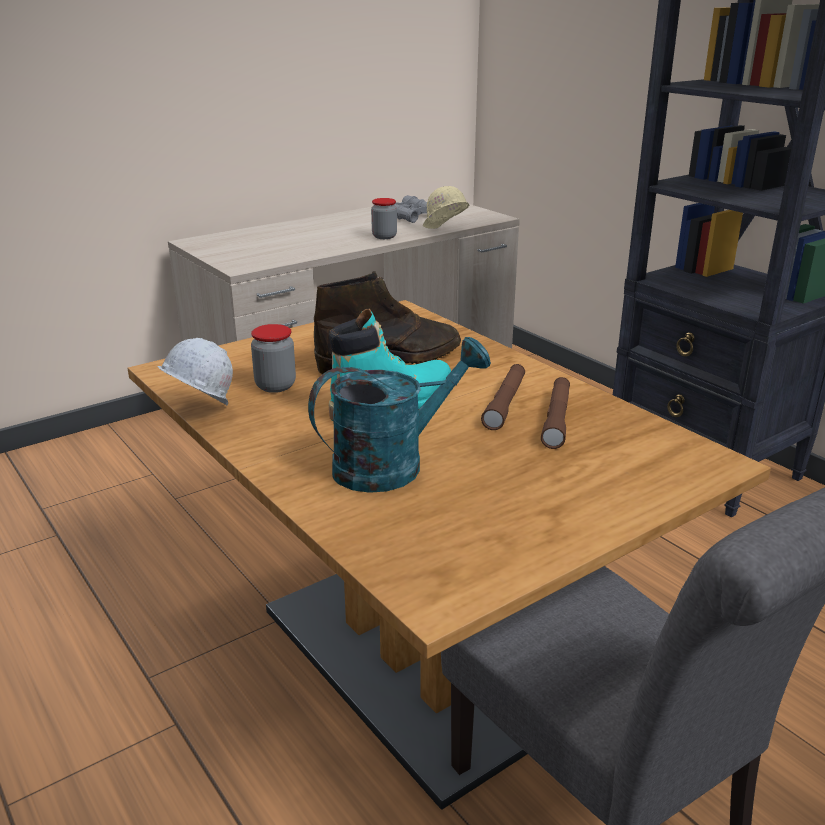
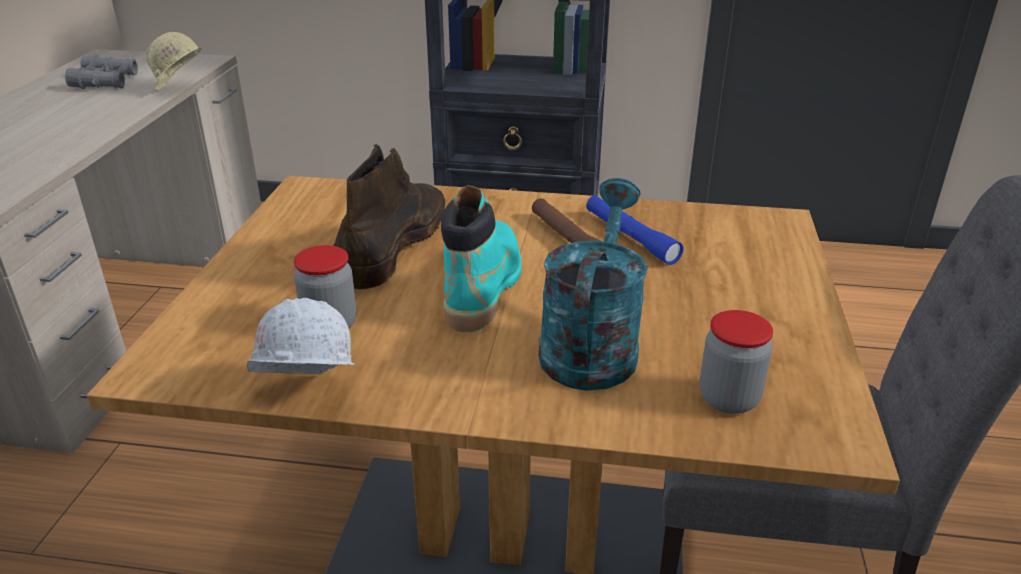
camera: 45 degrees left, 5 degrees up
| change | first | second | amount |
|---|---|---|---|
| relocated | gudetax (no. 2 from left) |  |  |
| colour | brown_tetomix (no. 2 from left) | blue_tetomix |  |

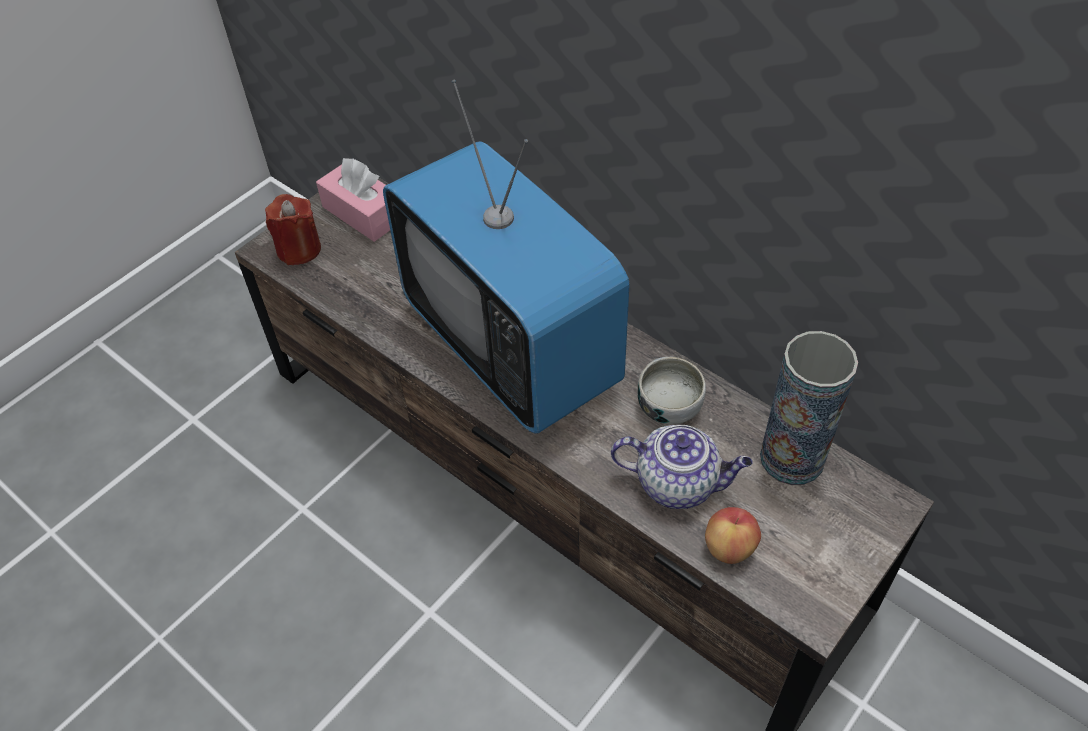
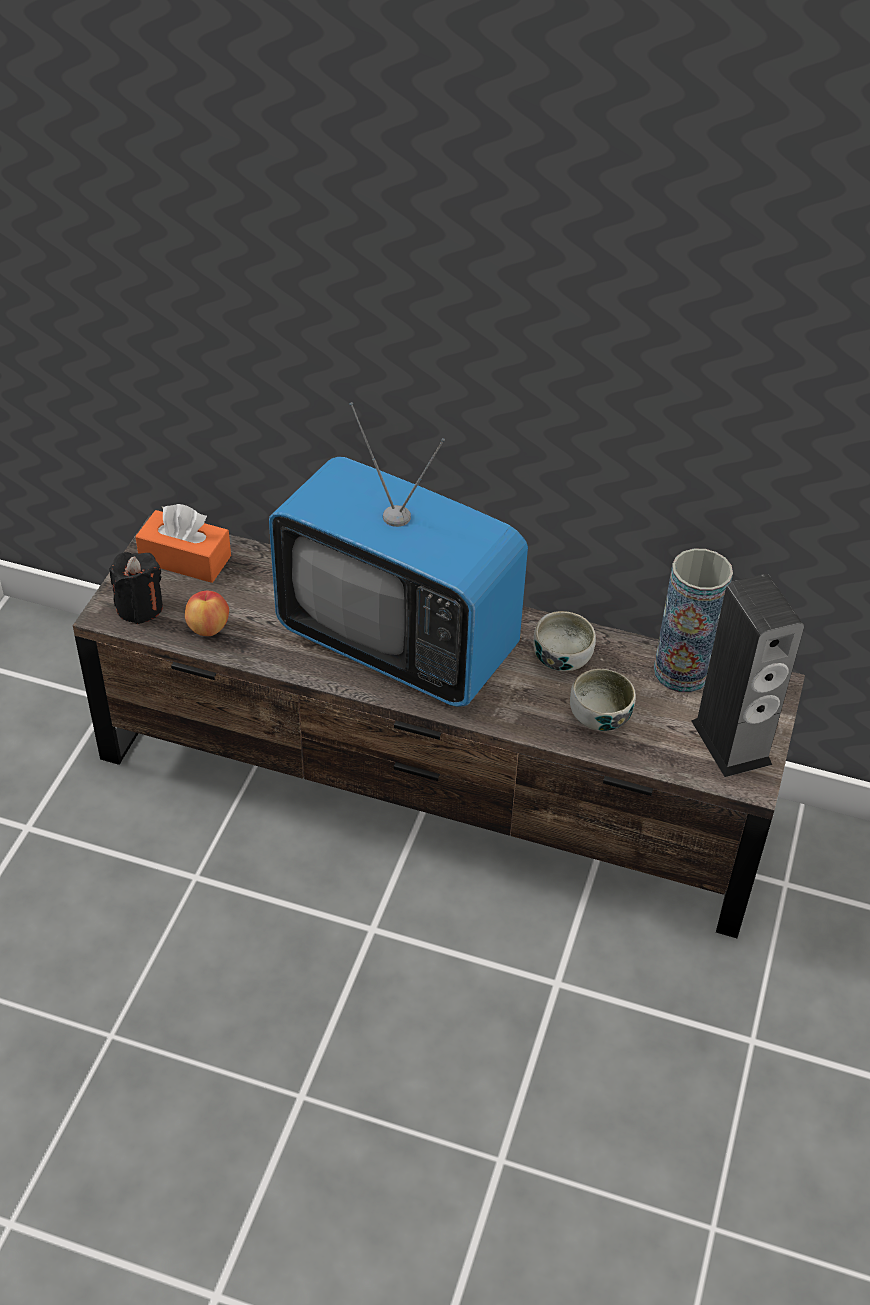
camera: 25 degrees left, 5 degrees down
| change | first | second | amount |
|---|---|---|---|
| colour | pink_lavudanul | orange_lavudanul |  |
| colour | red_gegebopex | black_gegebopex |  |
| exchanged | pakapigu | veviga (no. 2 from left) |  |
| relocated | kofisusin |  |  |
| appeared |  | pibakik |  |

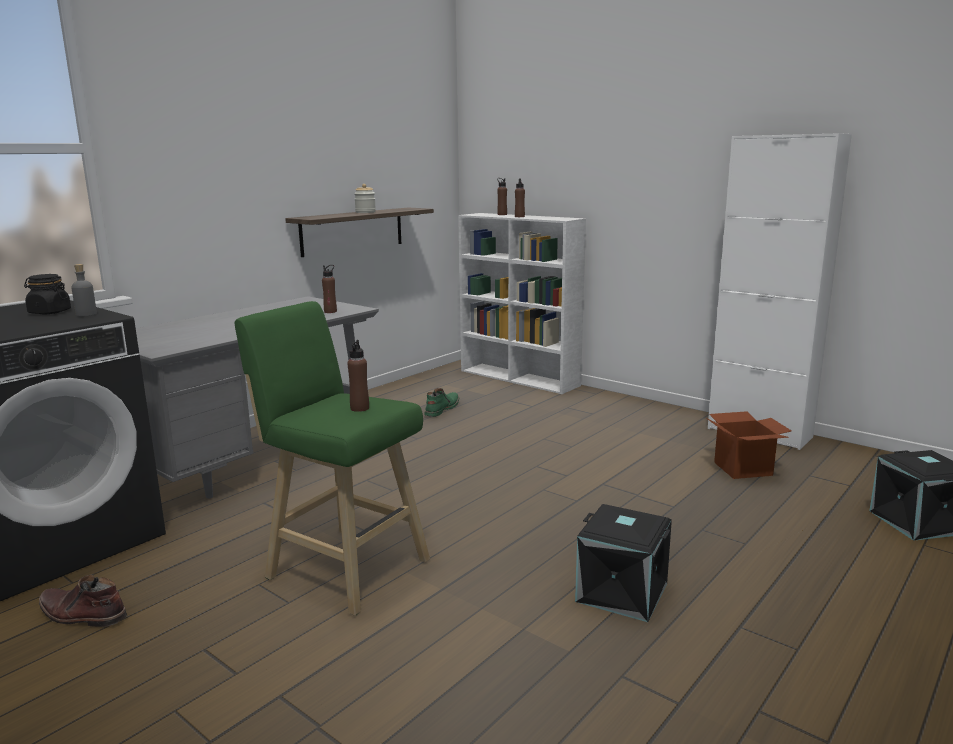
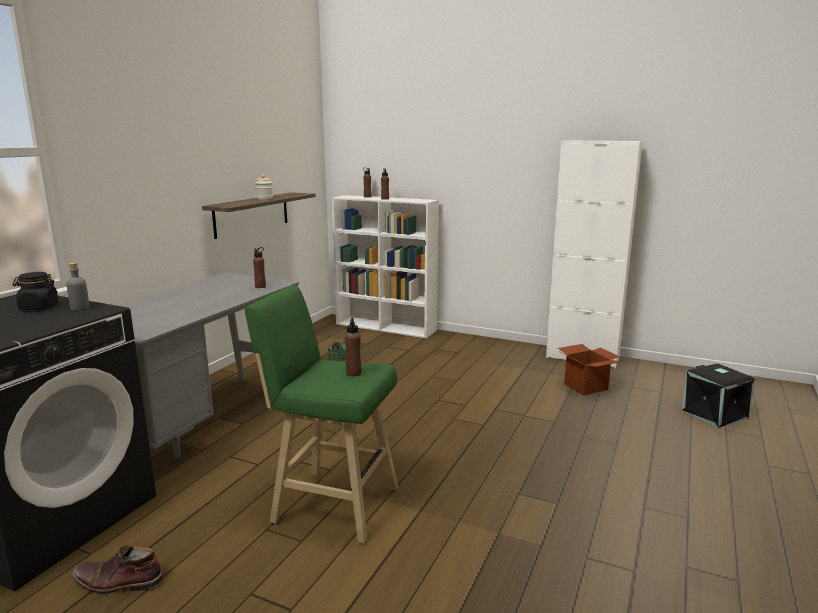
camera: 15 degrees left, 0 degrees up
| change | first | second | amount |
|---|---|---|---|
| missing | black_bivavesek (no. 1 from left) |  |  |

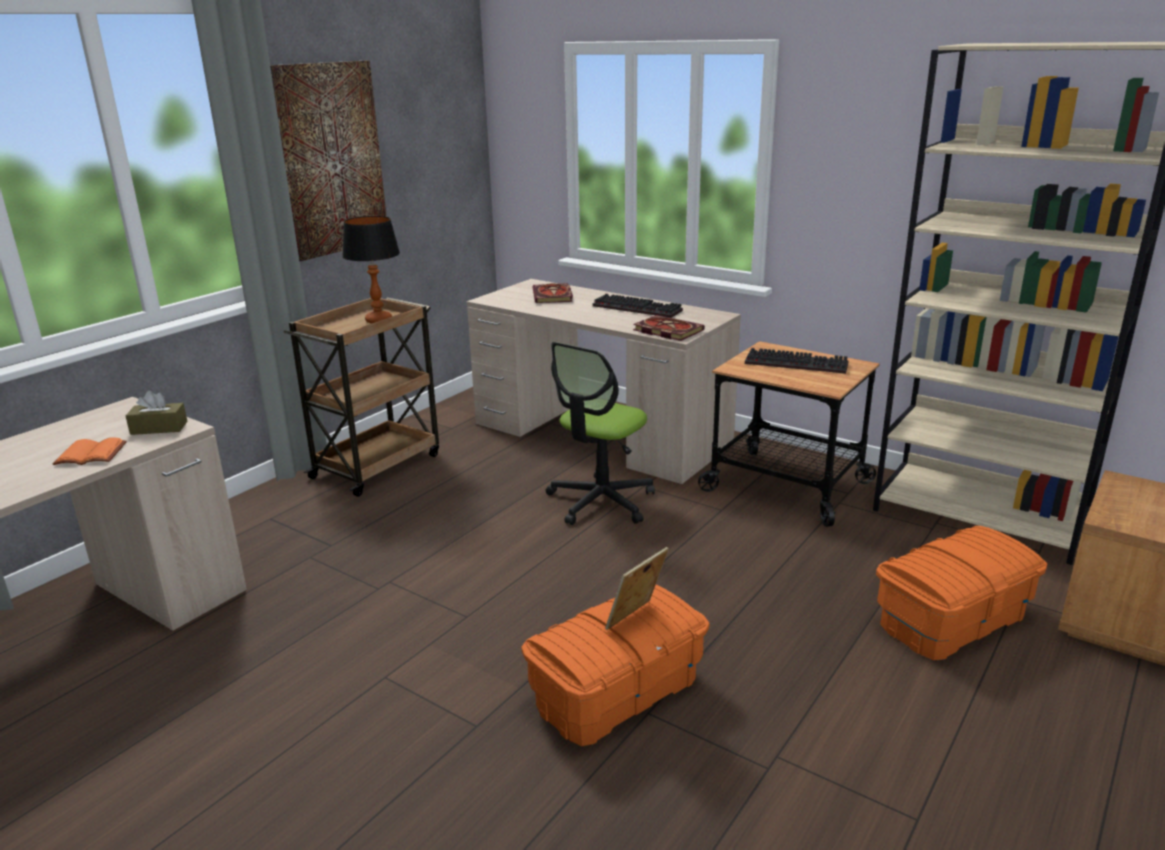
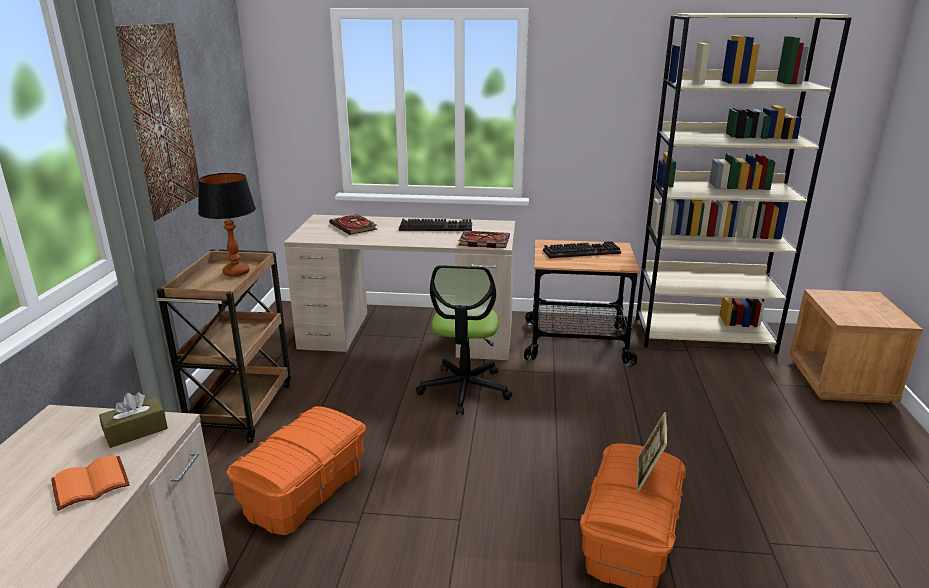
camera: 30 degrees left, 0 degrees up
| change | first | second | amount |
|---|---|---|---|
| relocated | orange_bivavesek (no. 2 from left in the first image) | orange_bivavesek (no. 1 from left) |  |

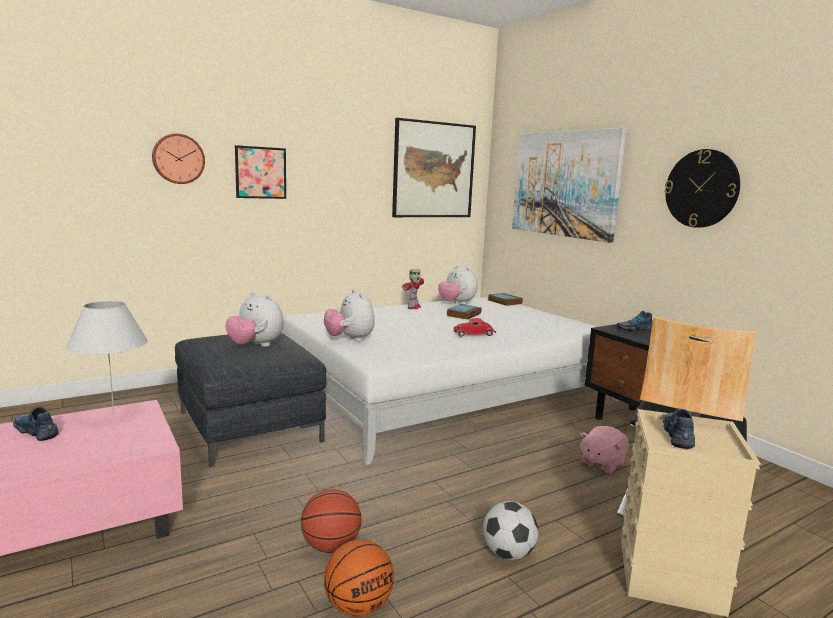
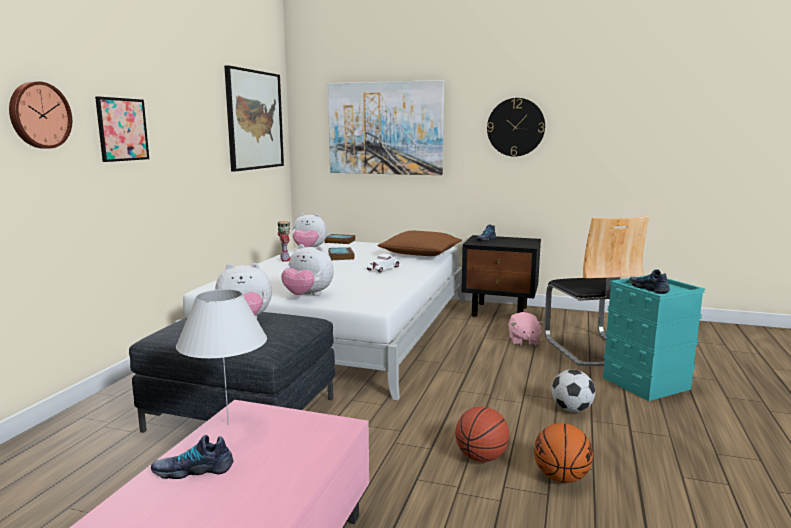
camera: 40 degrees left, 0 degrees up
| change | first | second | amount |
|---|---|---|---|
| colour | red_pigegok | white_pigegok |  |
| colour | beige_bivavesek | turquoise_bivavesek |  |
| appeared |  | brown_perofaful |  |

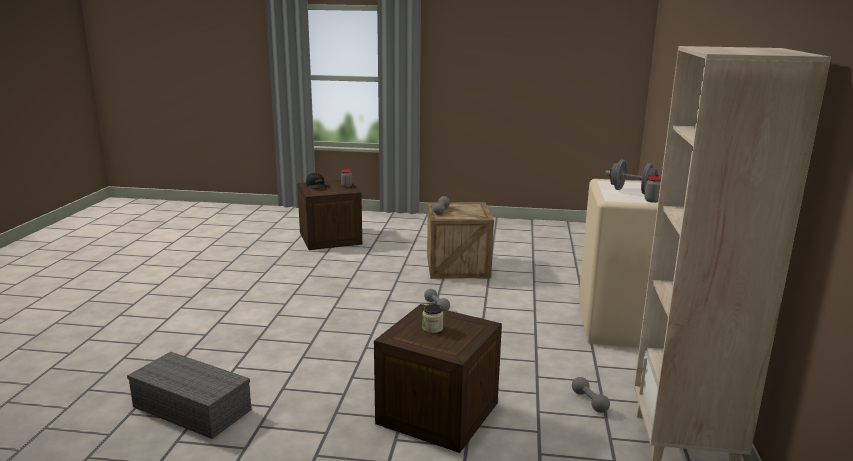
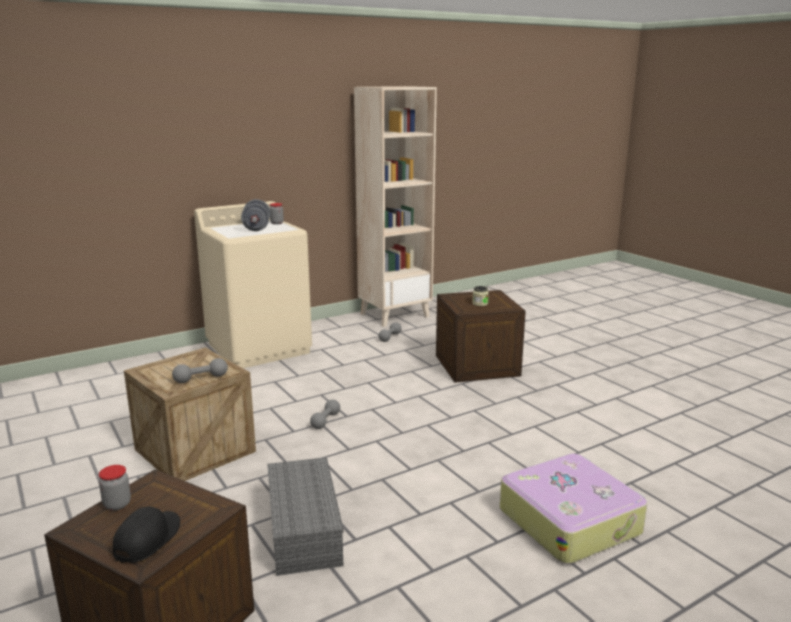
camera: 130 degrees left, 0 degrees up
| change | first | second | amount |
|---|---|---|---|
| relocated | grey_bivavesek |  |  |
| appeared |  | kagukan |  |

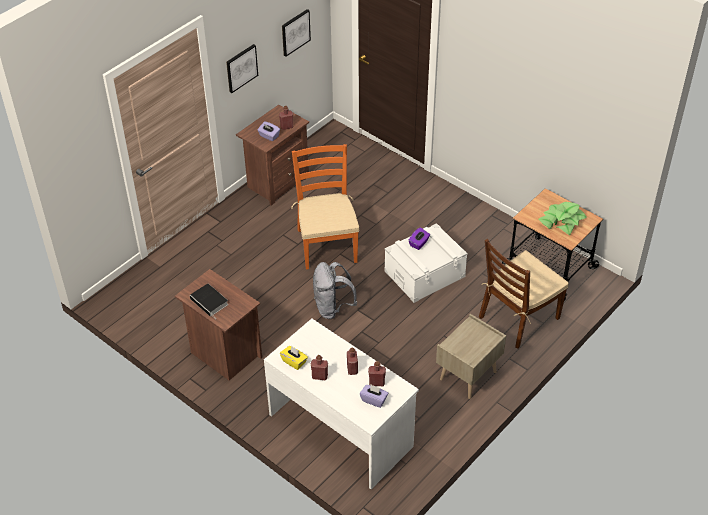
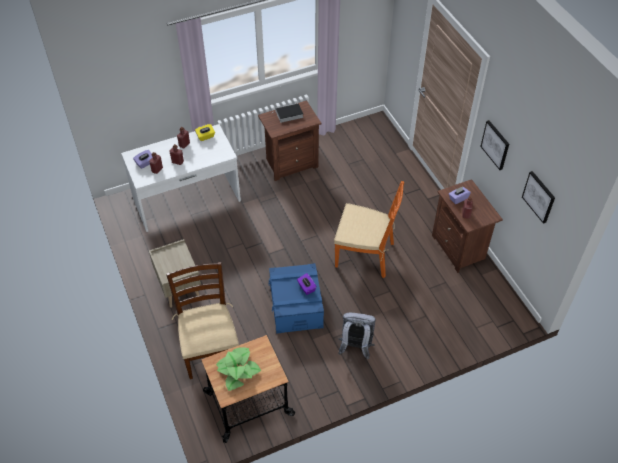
camera: 115 degrees right, 5 degrees up
| change | first | second | amount |
|---|---|---|---|
| colour | white_bivavesek | blue_bivavesek |  |
| relocated | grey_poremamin |  |  |

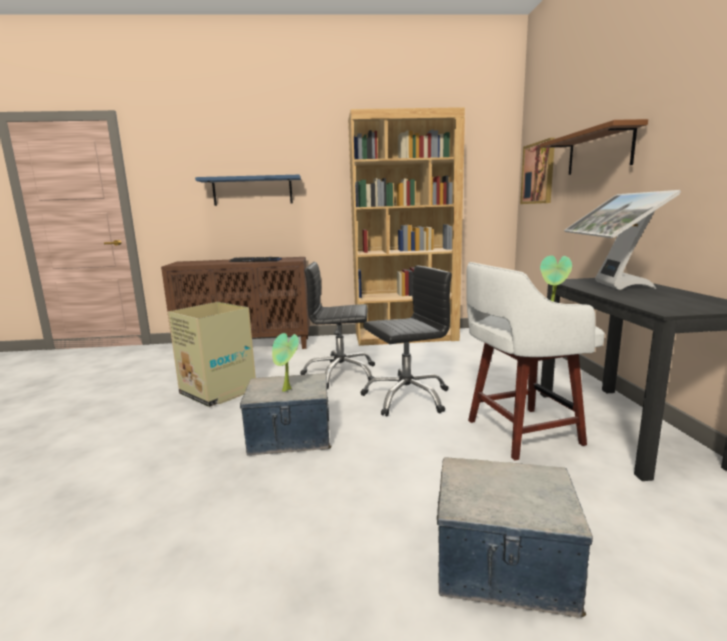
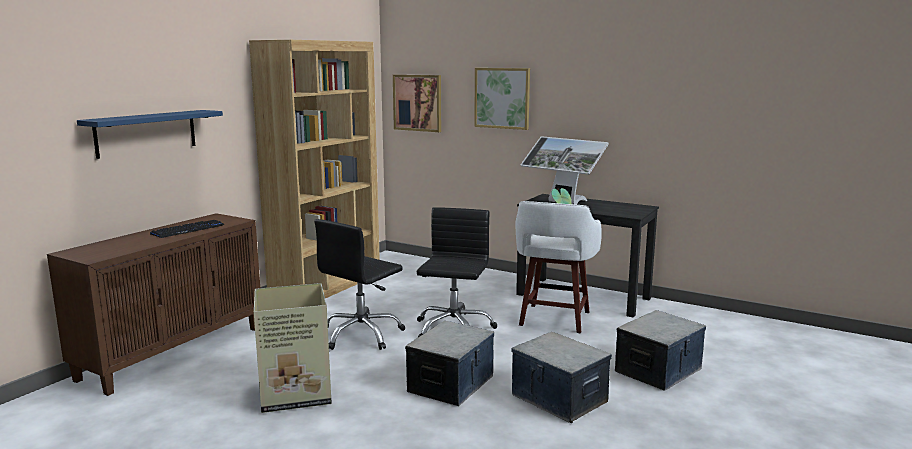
camera: 55 degrees left, 0 degrees up
| change | first | second | amount |
|---|---|---|---|
| exchanged | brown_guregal | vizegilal (no. 2 from left) |  |
| missing | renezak (no. 1 from left) |  |  |
| appeared |  | bivavesek (no. 2 from left) |  |

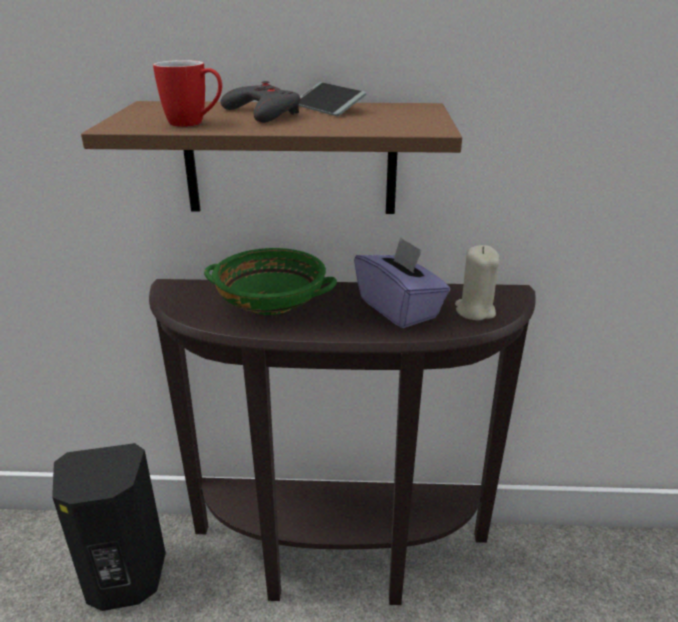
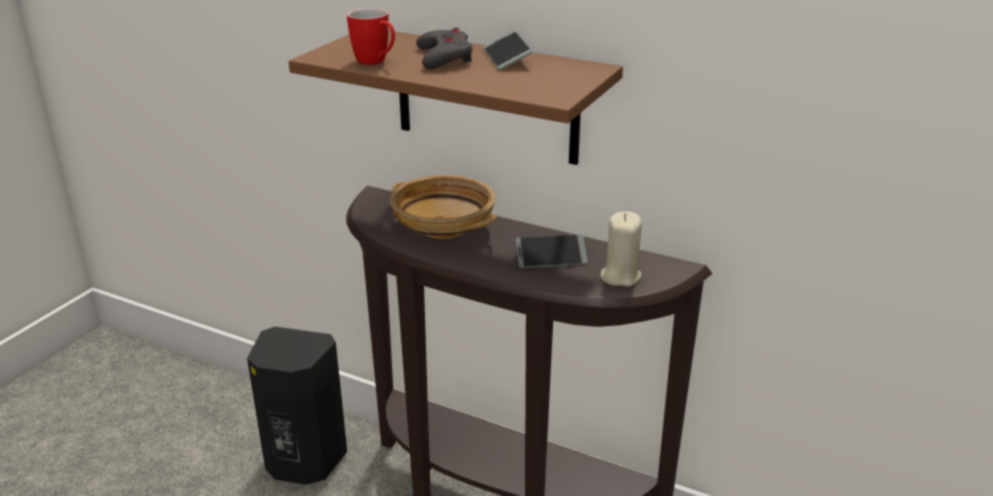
camera: 25 degrees right, 0 degrees up
| change | first | second | amount |
|---|---|---|---|
| exchanged | purple_lavudanul | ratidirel (no. 2 from left) |  |
| colour | green_veviga | beige_veviga |  |

